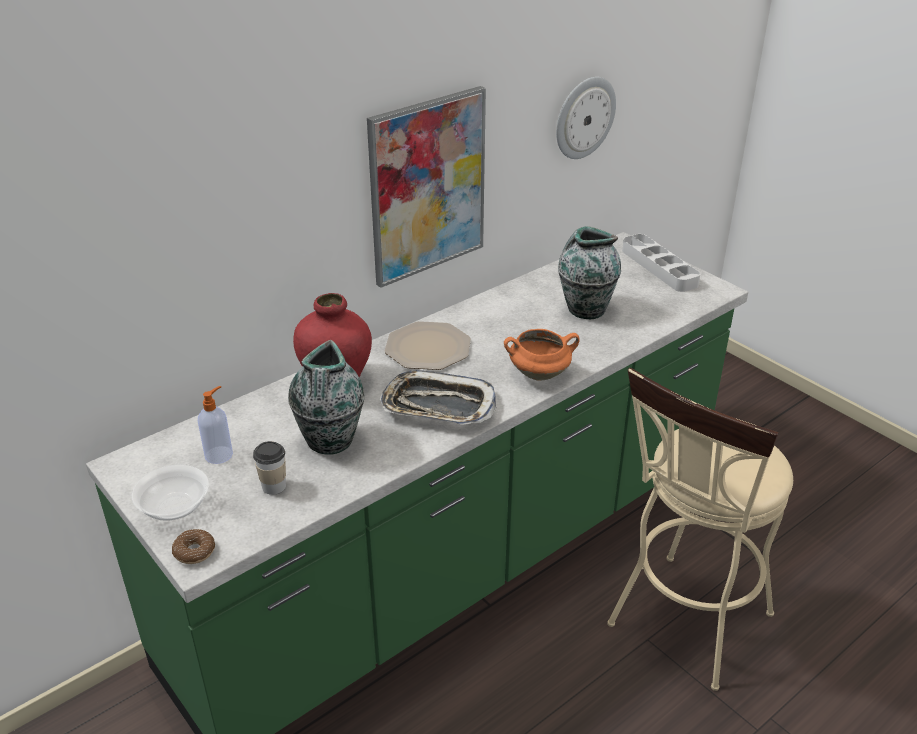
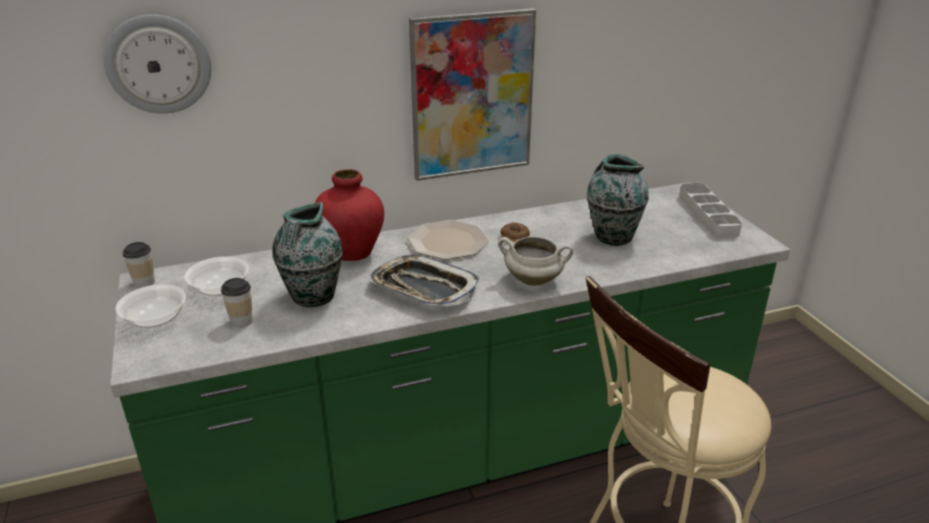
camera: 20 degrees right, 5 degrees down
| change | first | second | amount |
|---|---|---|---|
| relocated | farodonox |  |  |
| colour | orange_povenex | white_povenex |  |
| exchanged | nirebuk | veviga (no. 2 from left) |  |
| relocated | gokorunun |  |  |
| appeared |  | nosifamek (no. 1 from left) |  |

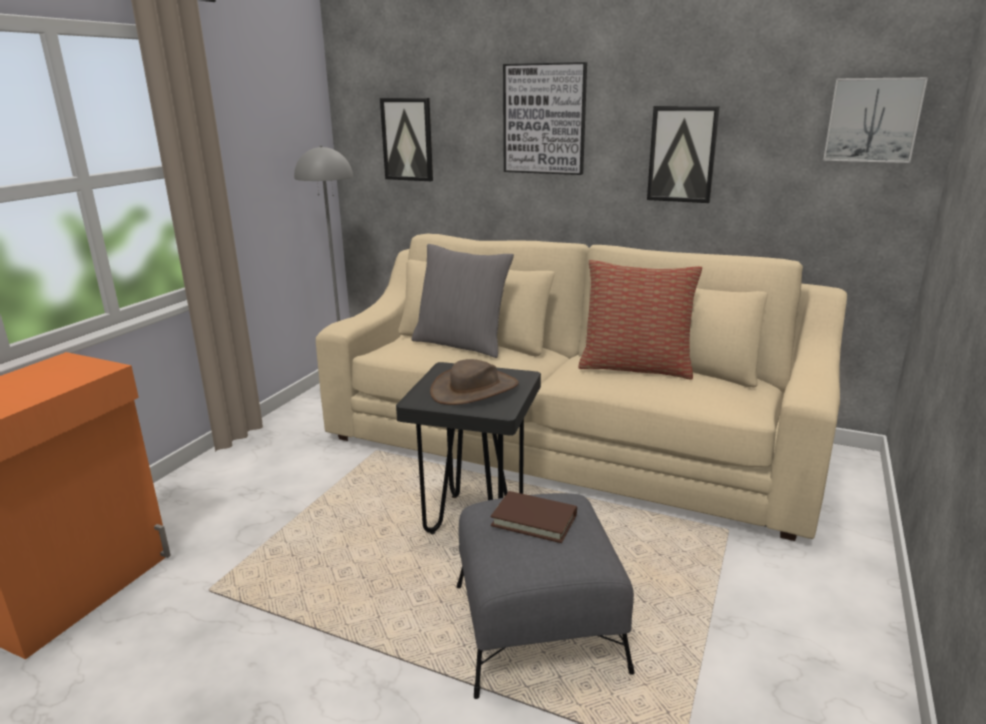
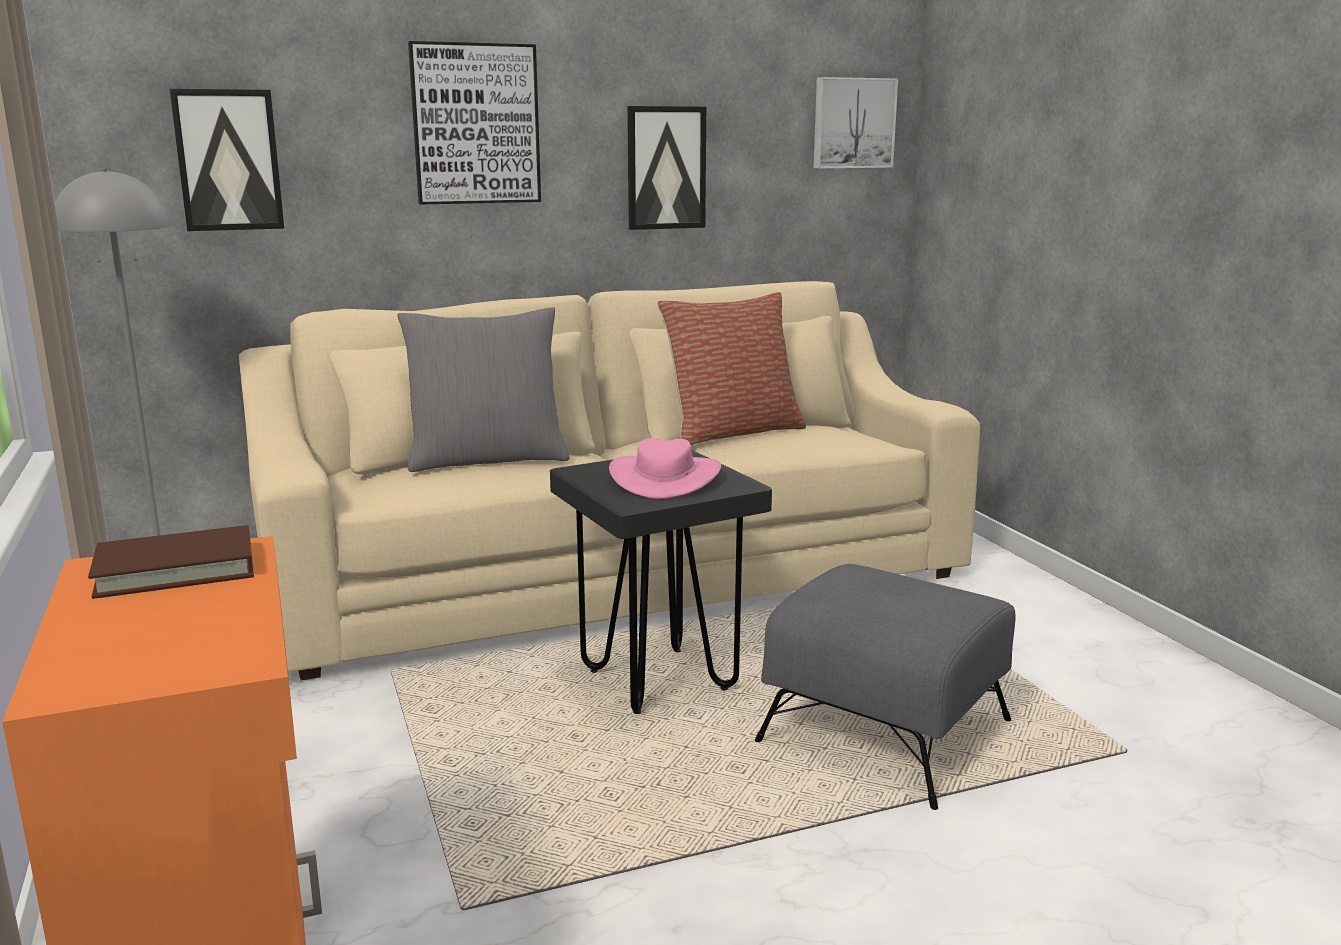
camera: 45 degrees left, 5 degrees down
| change | first | second | amount |
|---|---|---|---|
| colour | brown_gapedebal | pink_gapedebal |  |
| relocated | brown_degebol |  |  |

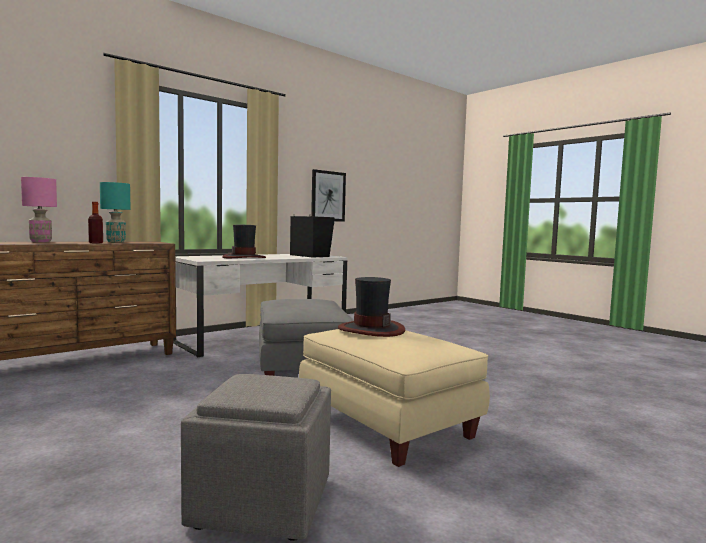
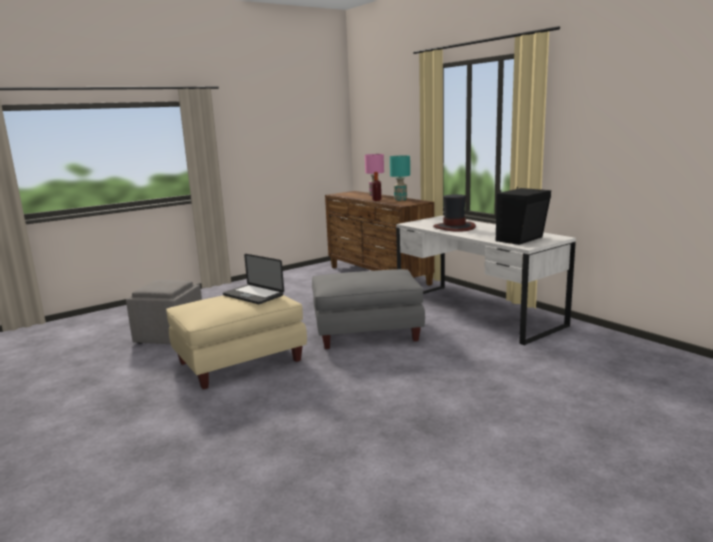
camera: 95 degrees right, 10 degrees up
| change | first | second | amount |
|---|---|---|---|
| missing | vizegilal |  |  |
| exchanged | gapedebal (no. 2 from left) | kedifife |  |

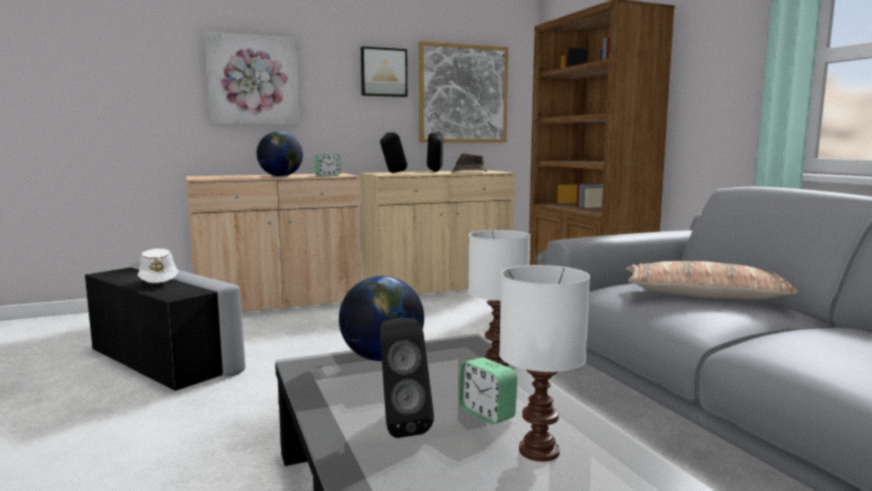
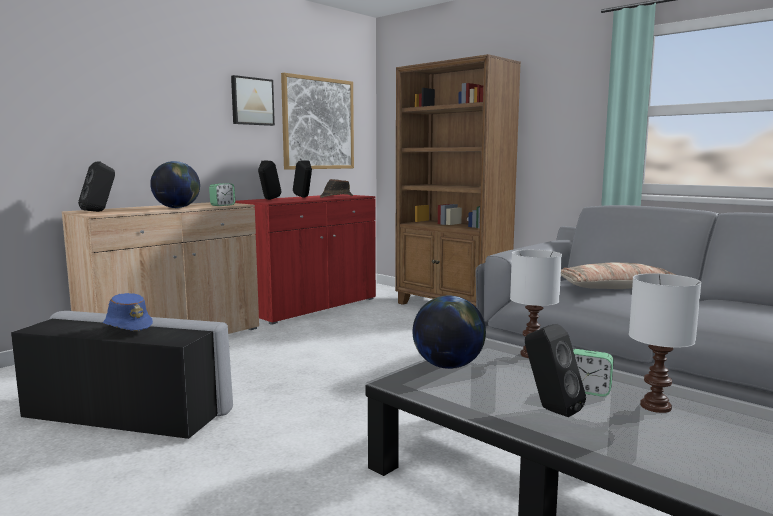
camera: 25 degrees left, 0 degrees up
| change | first | second | amount |
|---|---|---|---|
| missing | vizegilal (no. 1 from left) |  |  |
| colour | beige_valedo (no. 2 from left) | red_valedo |  |
| colour | white_gapedebal | blue_gapedebal |  |
| appeared |  | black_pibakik (no. 1 from left) |  |

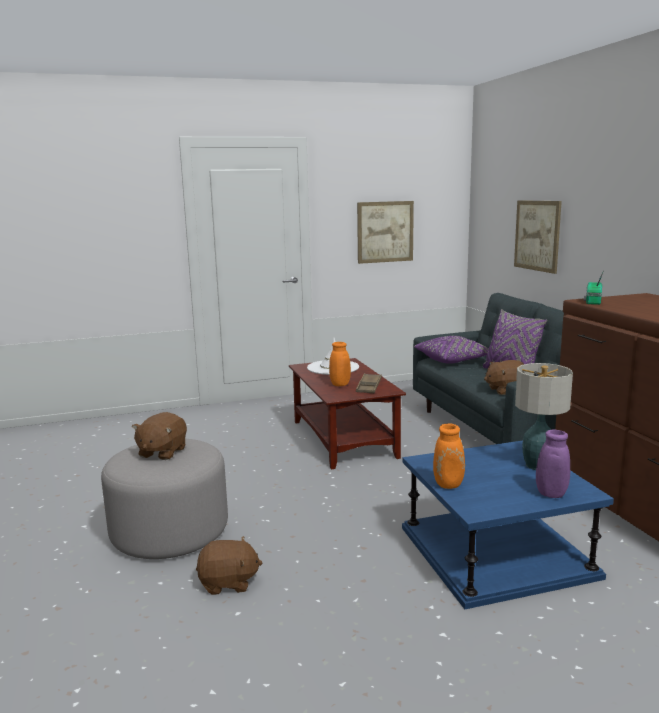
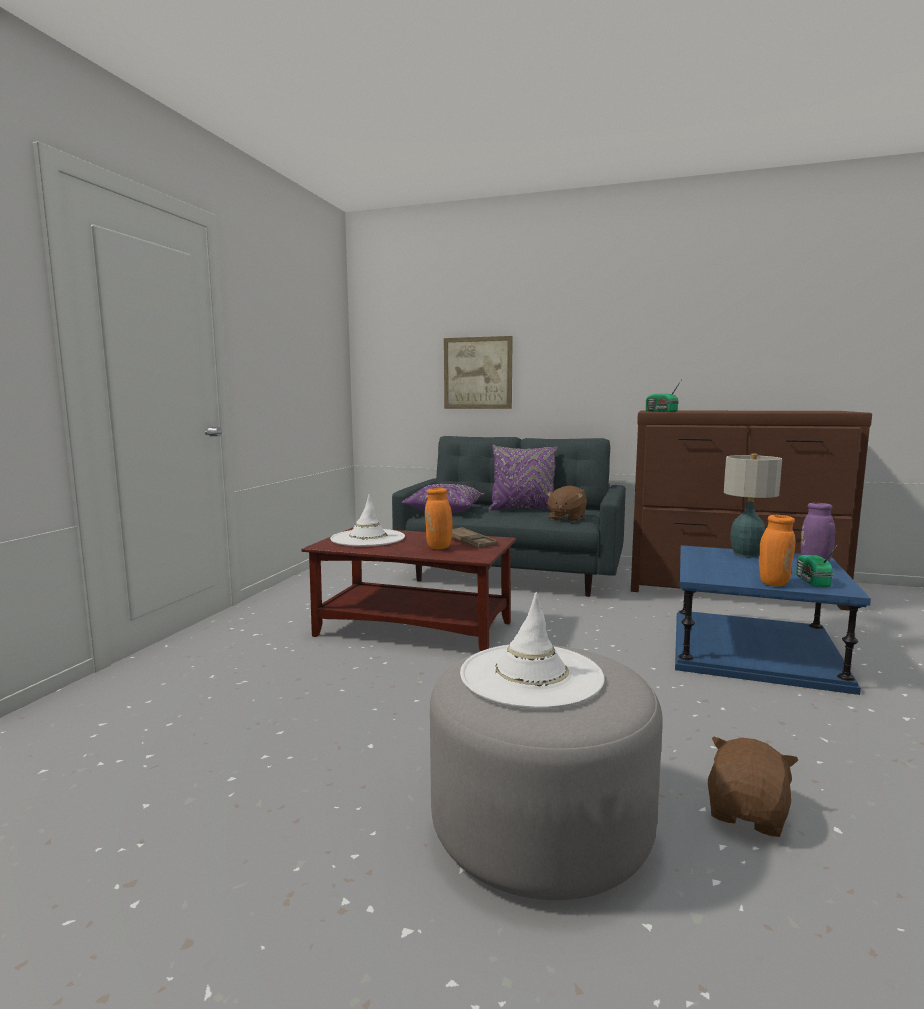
camera: 55 degrees left, 5 degrees down
| change | first | second | amount |
|---|---|---|---|
| missing | vizegilal (no. 1 from left) |  |  |
| exchanged | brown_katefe (no. 1 from left) | white_gapedebal (no. 2 from left) |  |
| appeared |  | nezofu (no. 2 from left) |  |

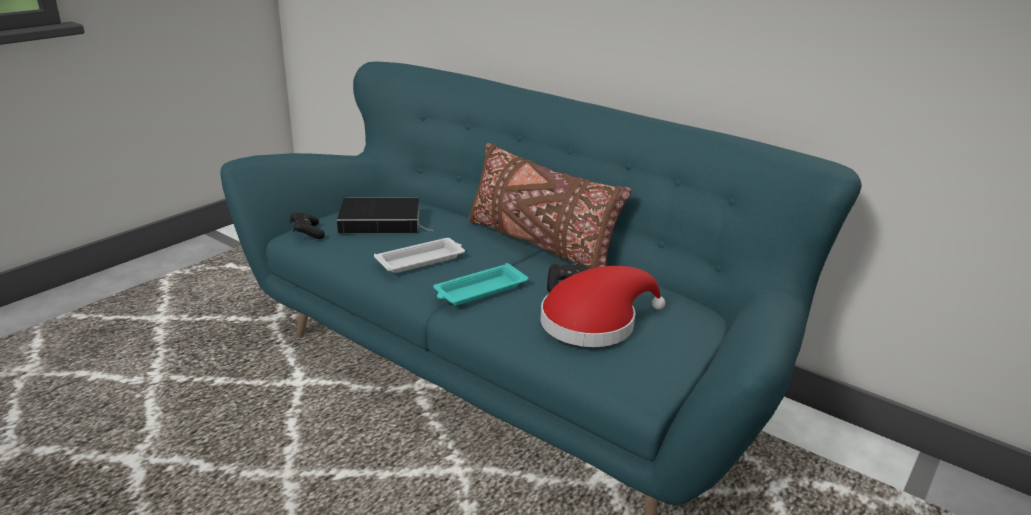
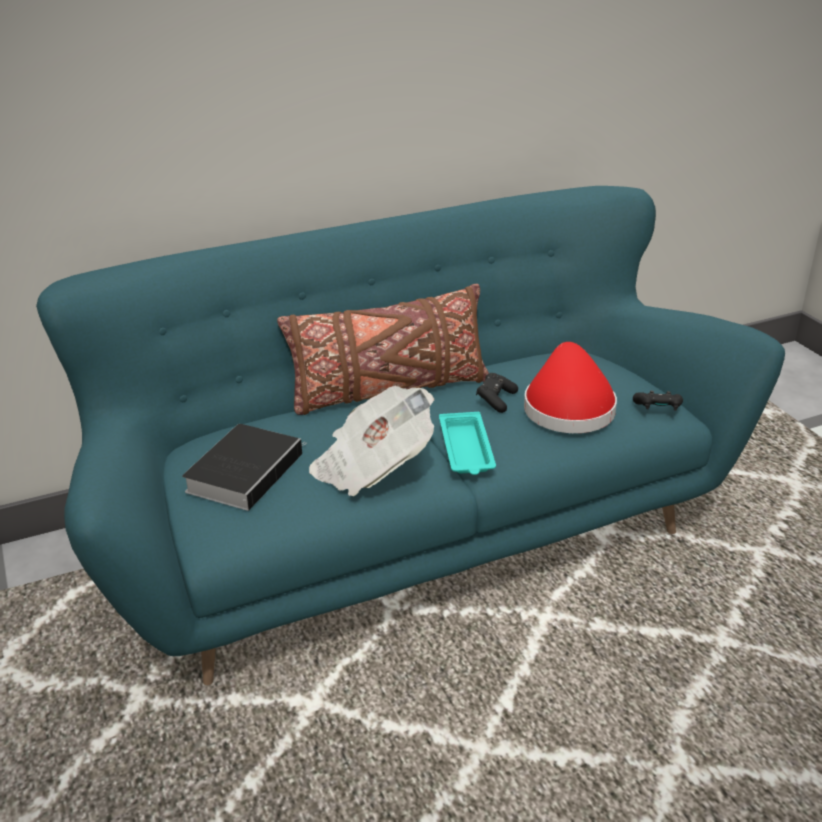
camera: 60 degrees left, 5 degrees up
| change | first | second | amount |
|---|---|---|---|
| relocated | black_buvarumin (no. 1 from left in the first image) | black_buvarumin (no. 2 from left) |  |
| exchanged | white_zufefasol | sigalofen |  |

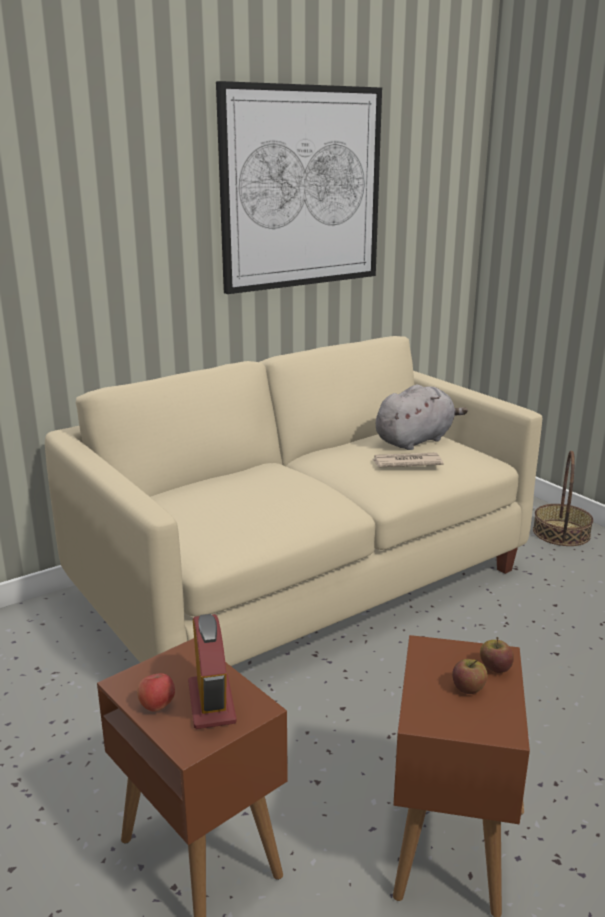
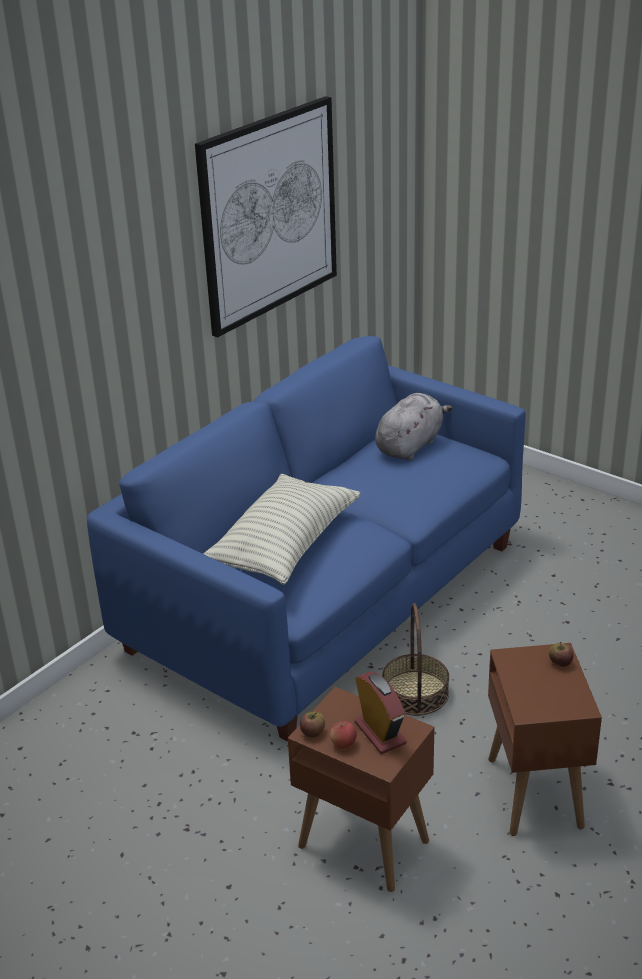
camera: 15 degrees left, 10 degrees up
| change | first | second | amount |
|---|---|---|---|
| colour | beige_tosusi | blue_tosusi |  |
| relocated | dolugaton |  |  |
| missing | sigalofen |  |  |
| relocated | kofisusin (no. 2 from left in the first image) | kofisusin (no. 1 from left) |  |
| appeared |  | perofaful |  |

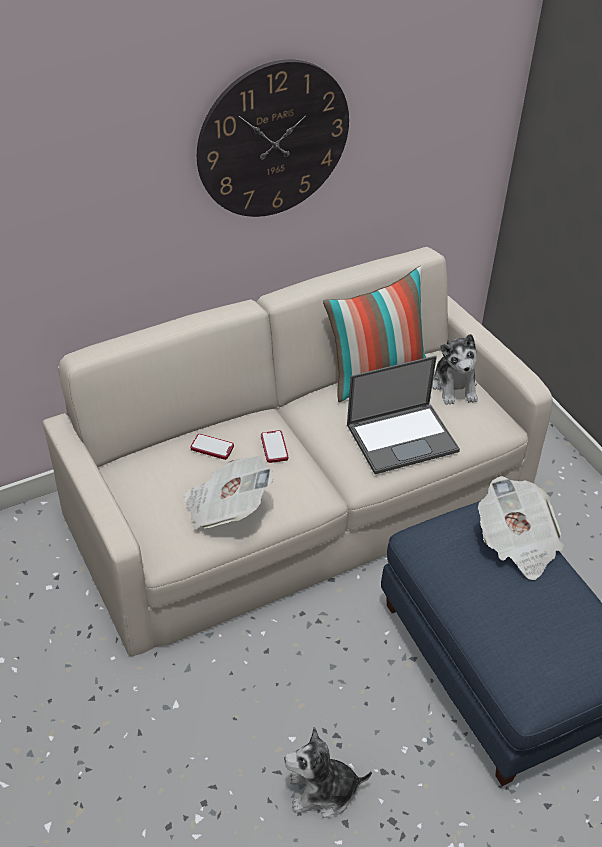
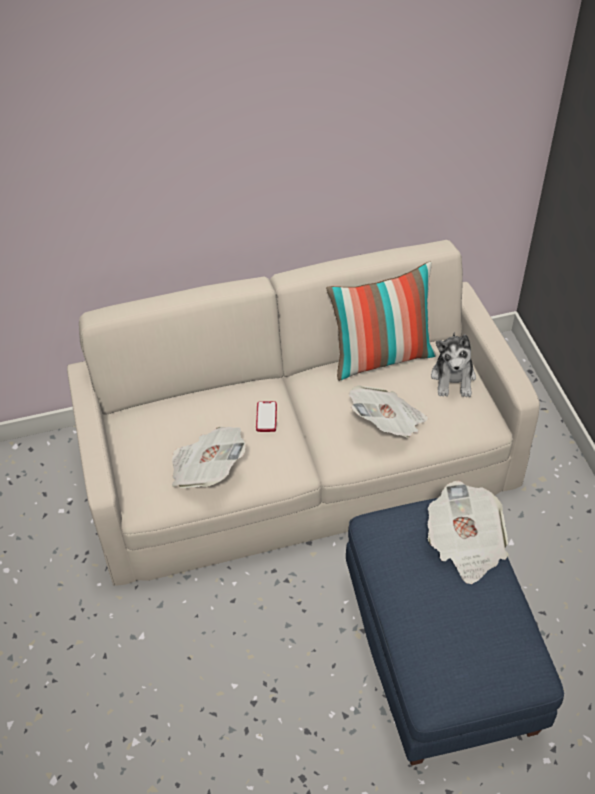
camera: 15 degrees right, 5 degrees up
| change | first | second | amount |
|---|---|---|---|
| missing | farodonox |  |  |
| exchanged | kedifife | sigalofen (no. 2 from left) |  |
| missing | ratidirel (no. 1 from left) |  |  |
| missing | katefe (no. 1 from left) |  |  |

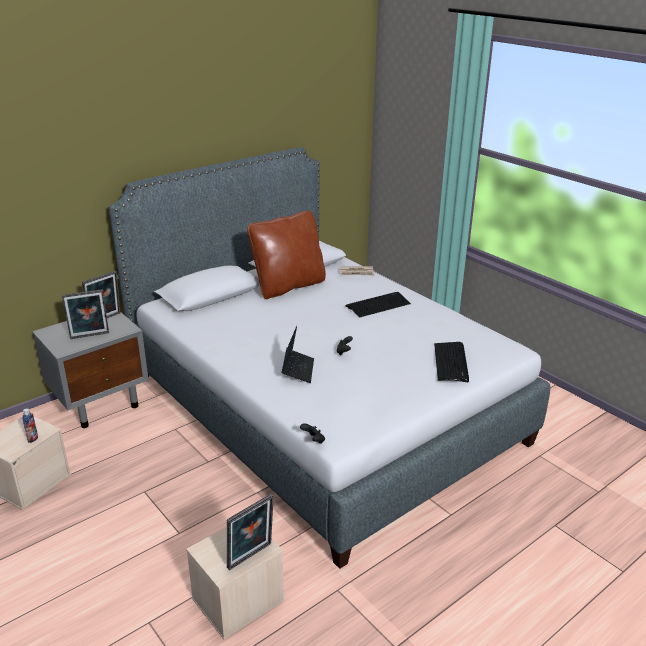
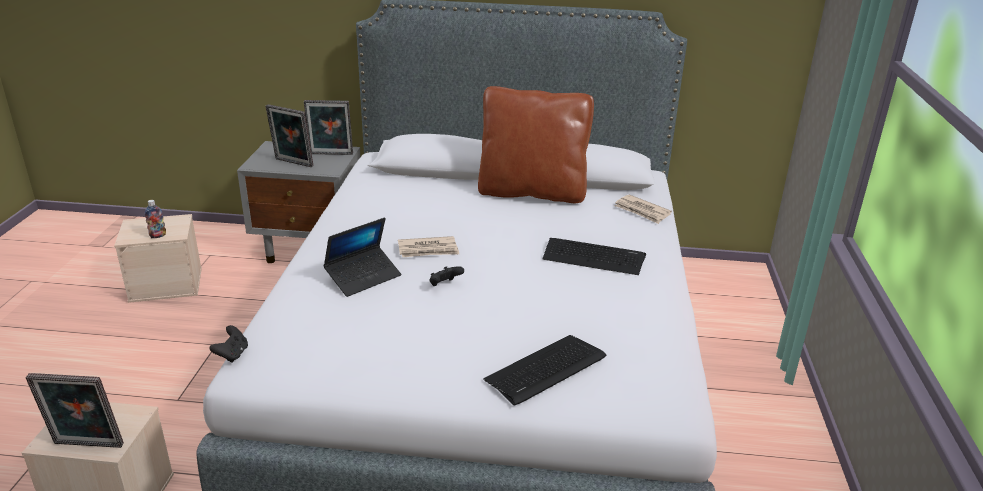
camera: 45 degrees right, 0 degrees up
| change | first | second | amount |
|---|---|---|---|
| appeared |  | sigalofen (no. 1 from left) |  |

